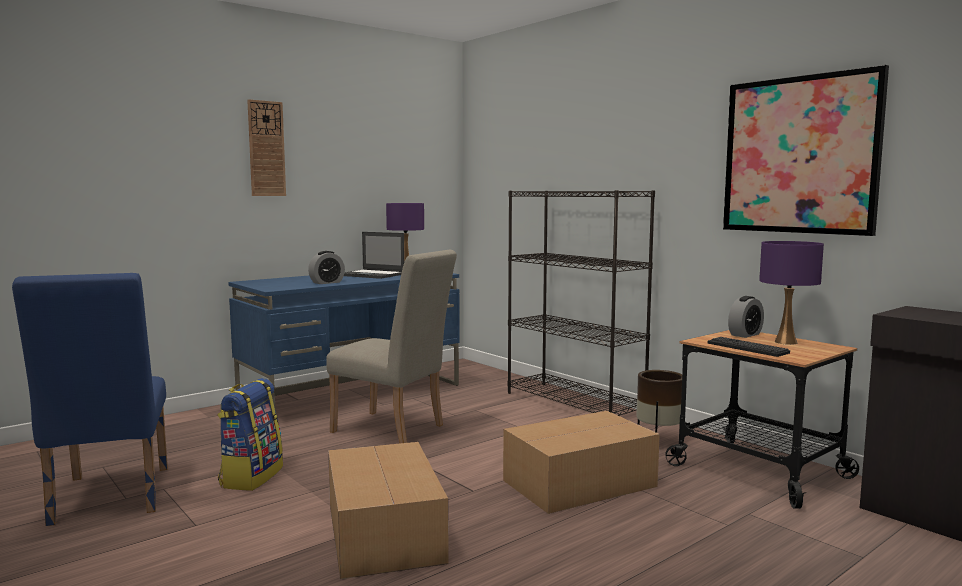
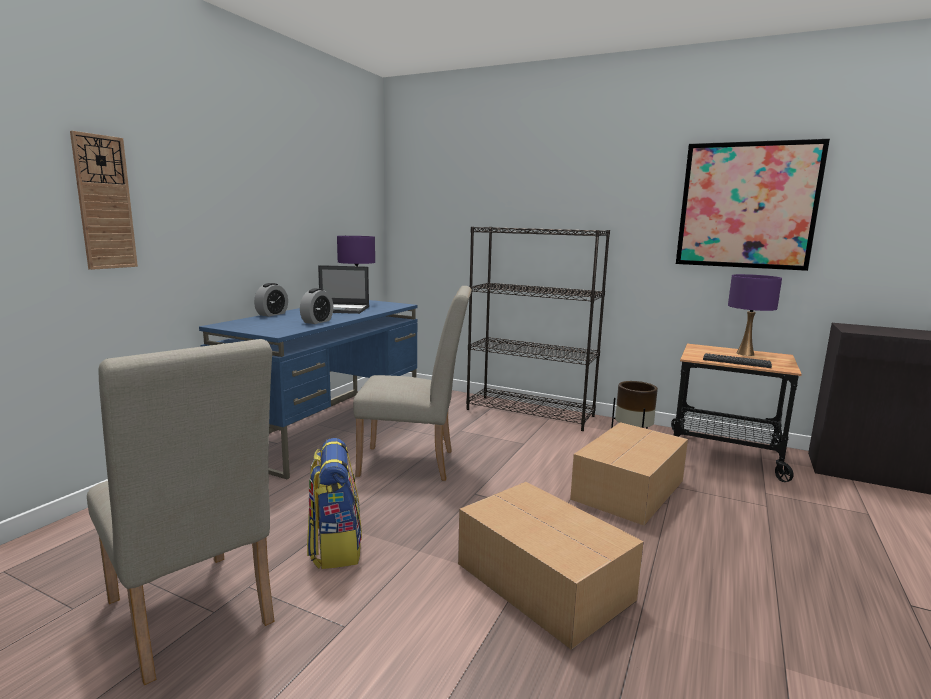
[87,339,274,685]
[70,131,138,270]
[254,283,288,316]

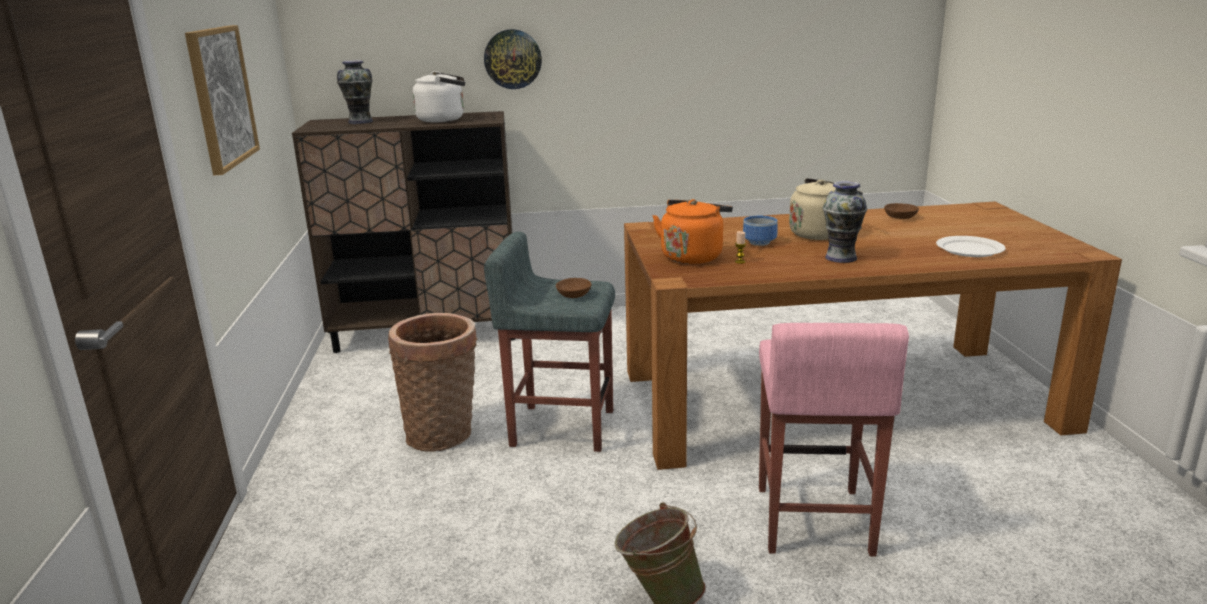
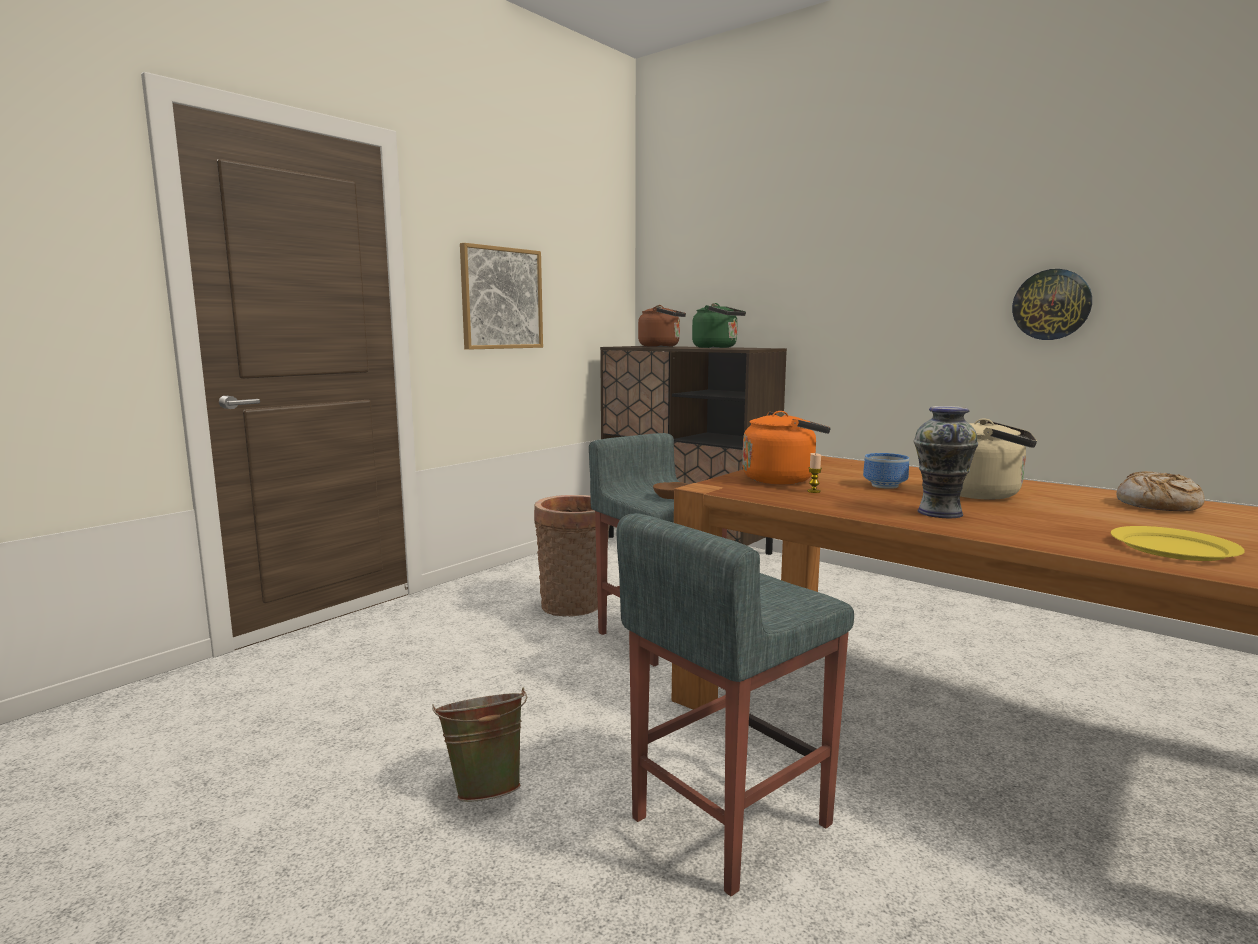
[638,305,686,347]
[692,303,746,348]
[1012,269,1092,340]
[617,513,854,897]
[1117,471,1205,511]
[1110,526,1245,561]

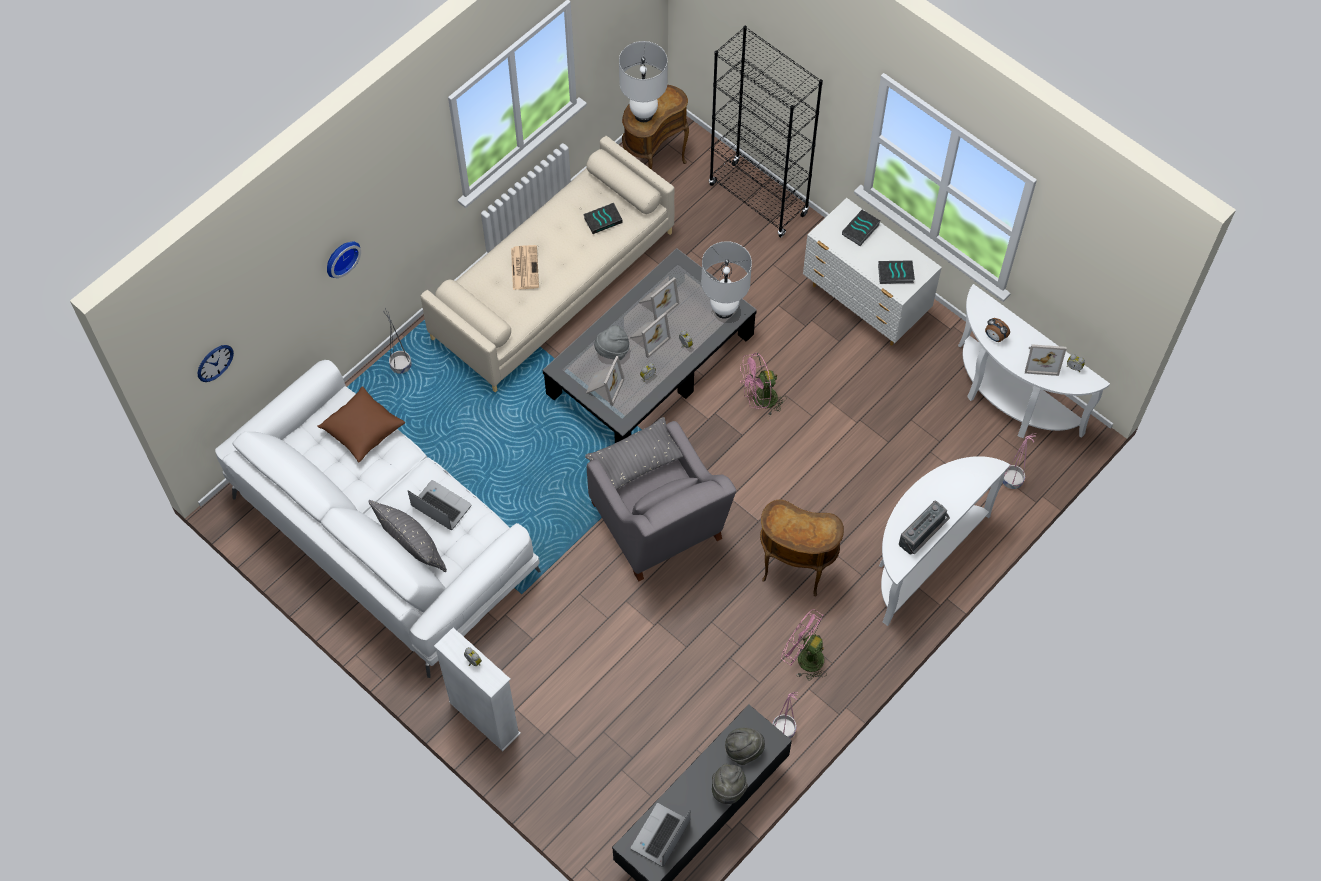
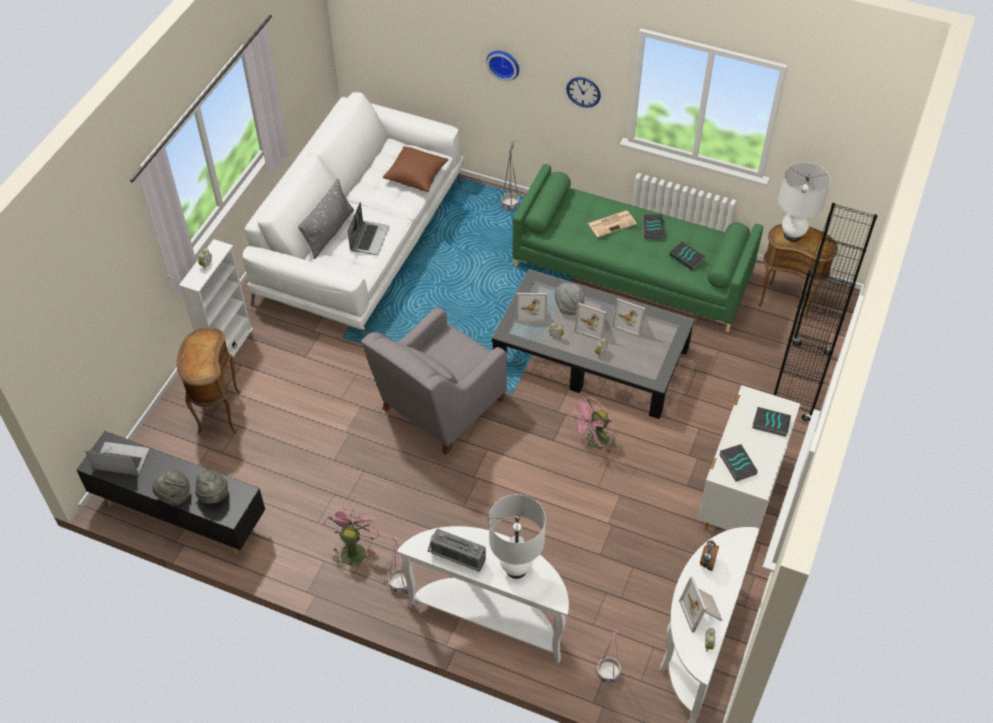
[566,77,601,108]
[512,164,763,332]
[585,417,683,490] (first image)
[489,494,546,579]
[570,396,617,452]
[177,327,241,434]
[388,537,408,593]
[643,214,664,240]

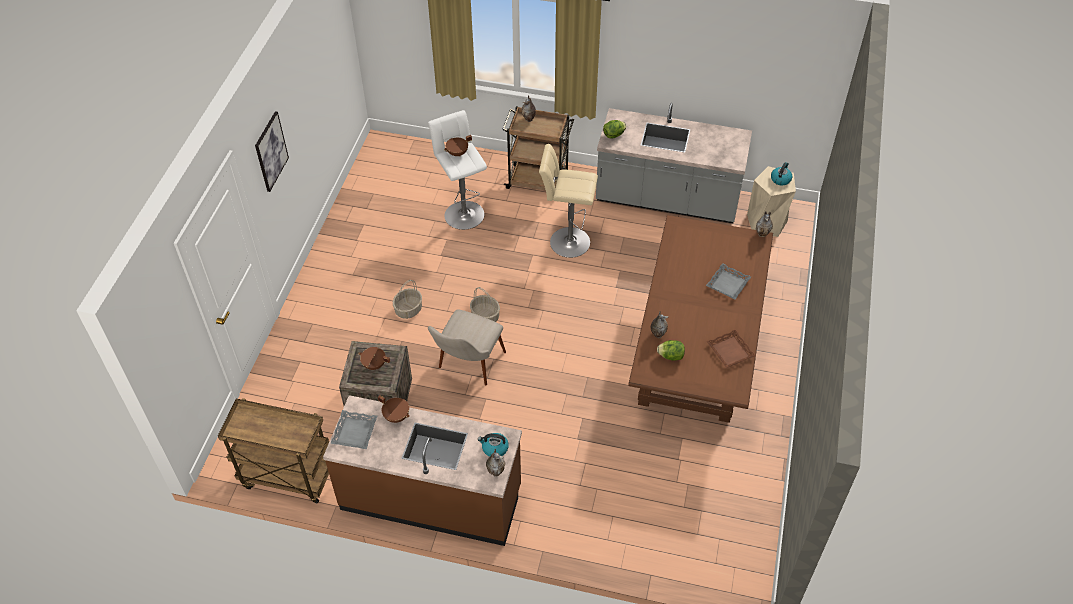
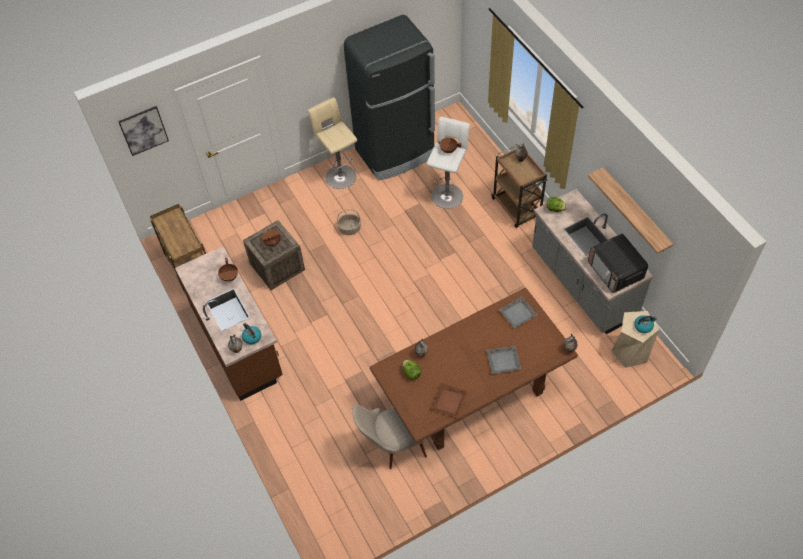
[118,106,169,156]
[498,296,538,329]
[352,404,427,469]
[470,287,500,322] (first image)
[308,97,357,189]
[344,15,435,180]
[588,167,673,254]
[588,234,648,293]

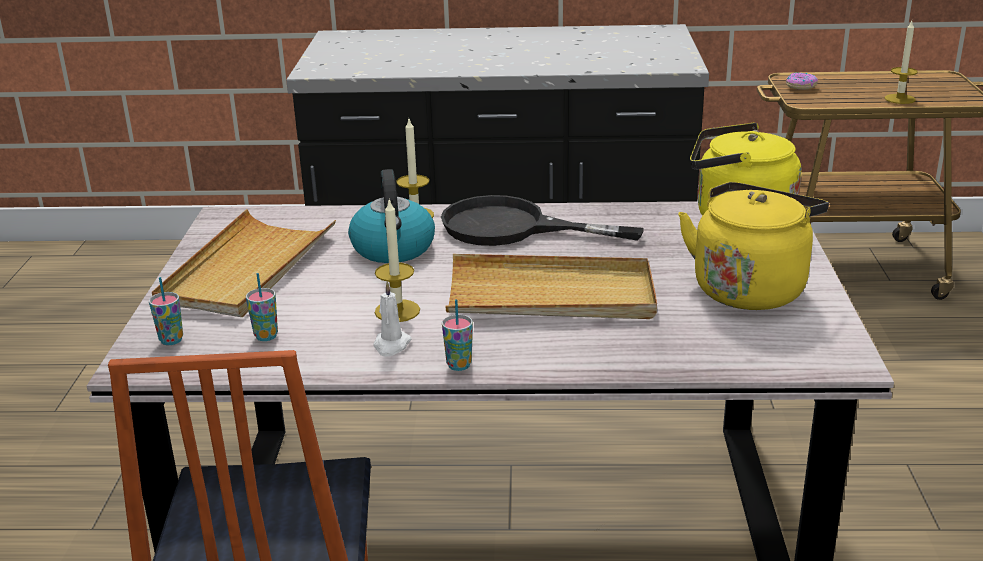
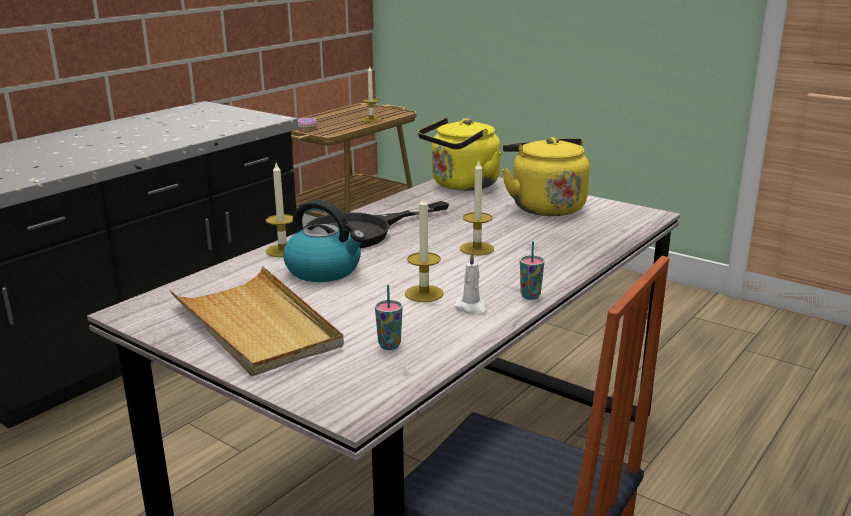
[149,277,183,345] (first image)
[460,161,494,255]

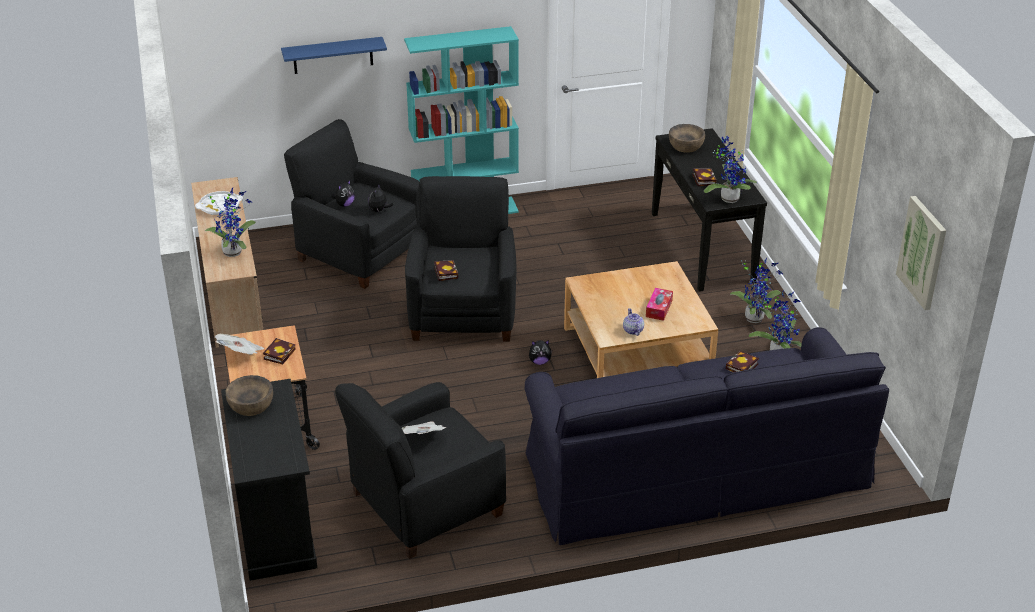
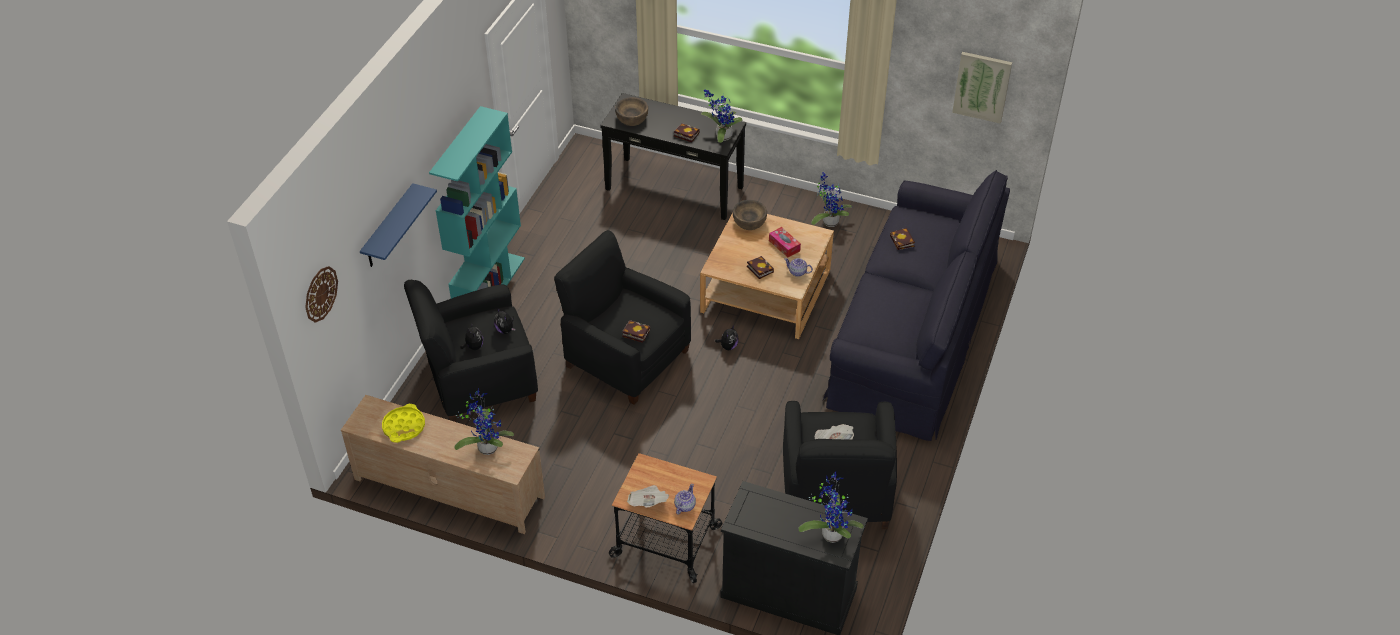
[382,404,425,443]
[733,200,767,230]
[747,256,774,279]
[798,471,864,543]
[305,266,338,323]
[674,484,696,515]

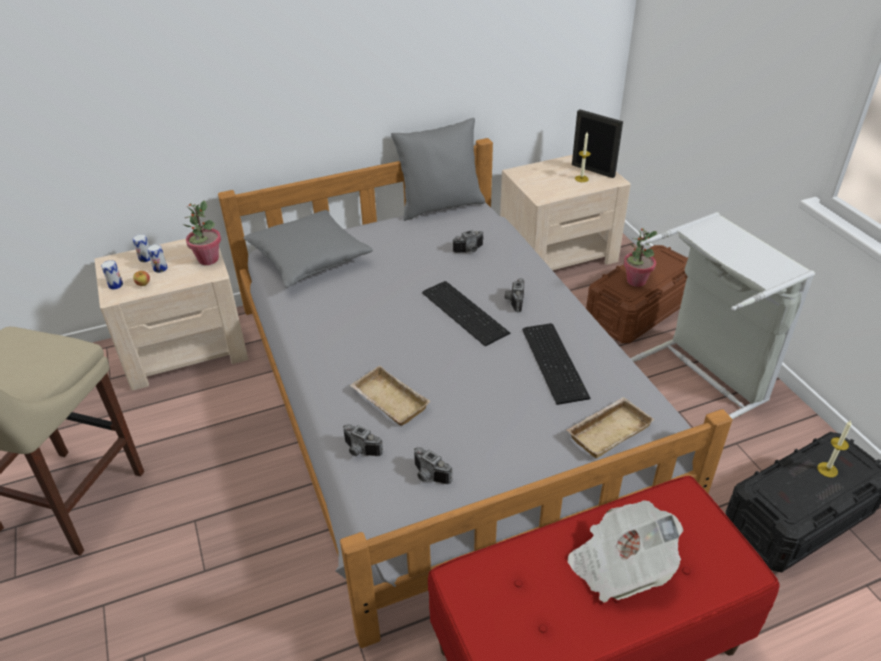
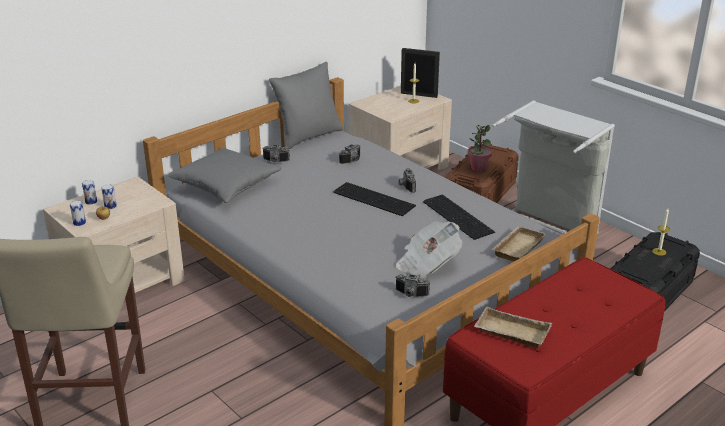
[183,201,221,265] (first image)
[262,145,290,162]
[474,306,552,348]
[396,221,462,278]

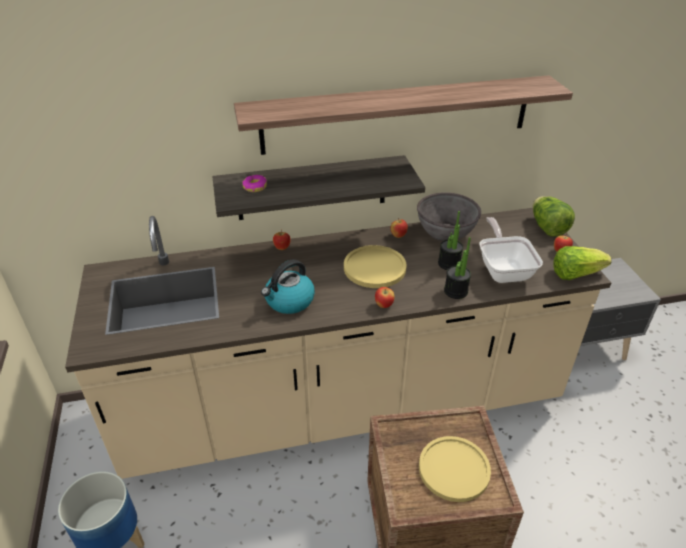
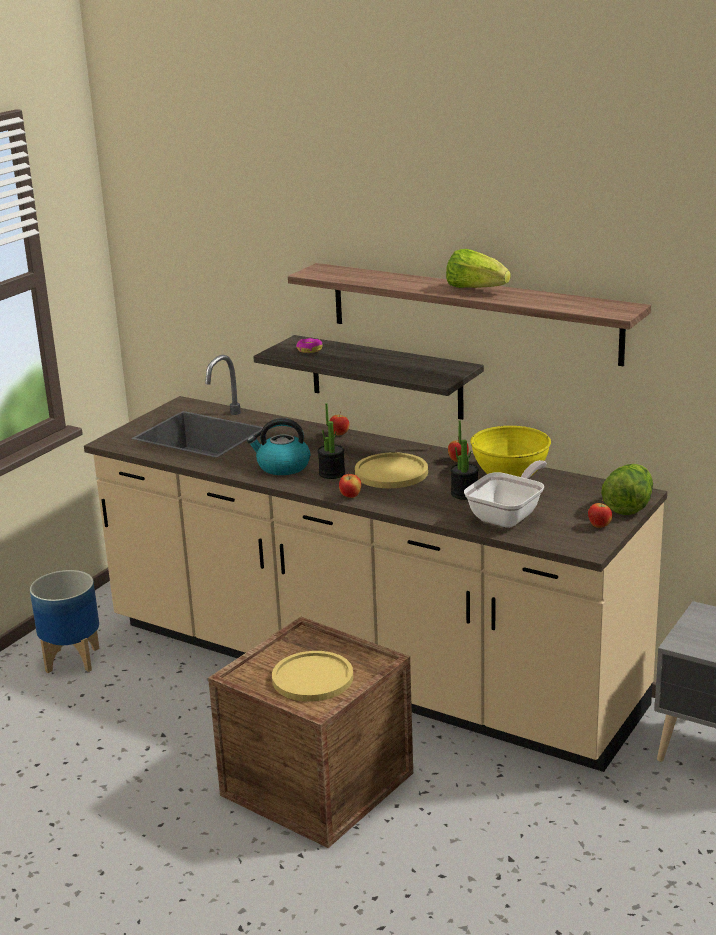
[470,426,551,478]
[318,403,345,479]
[446,249,511,288]

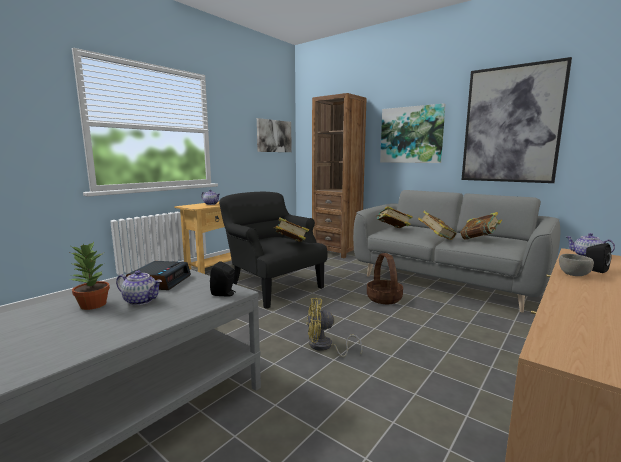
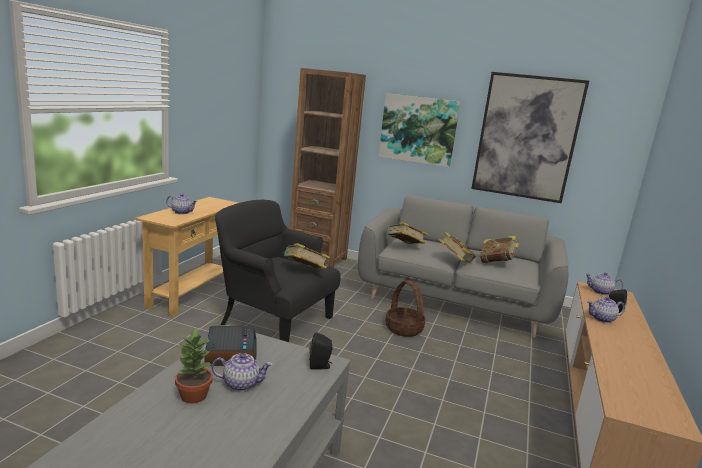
[257,118,292,152] (first image)
[307,298,363,357] (first image)
[587,297,625,323]

